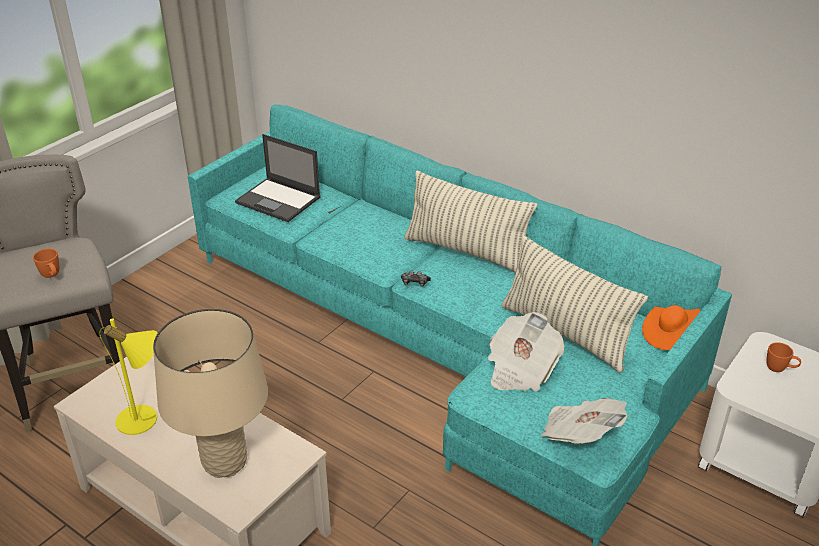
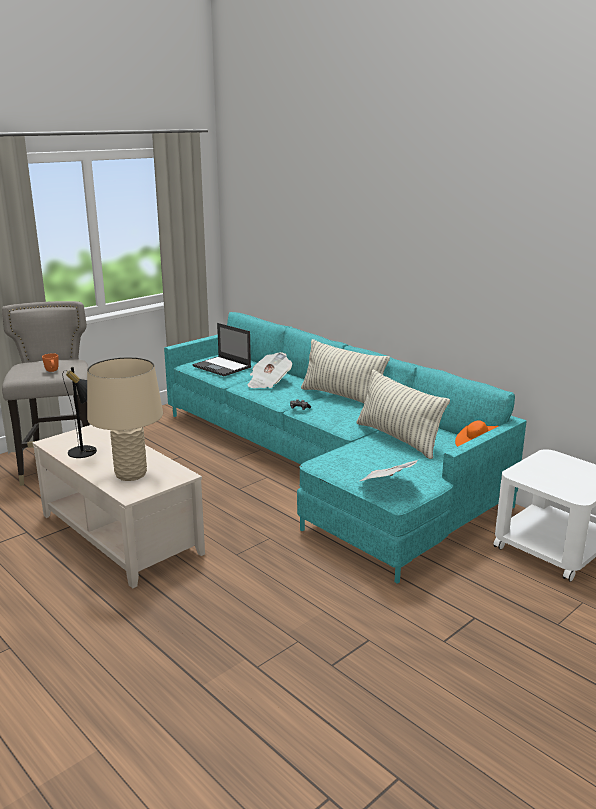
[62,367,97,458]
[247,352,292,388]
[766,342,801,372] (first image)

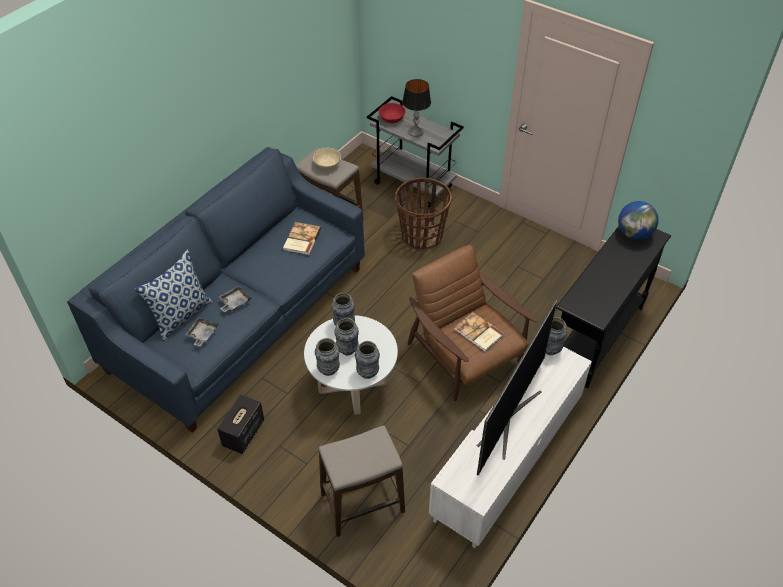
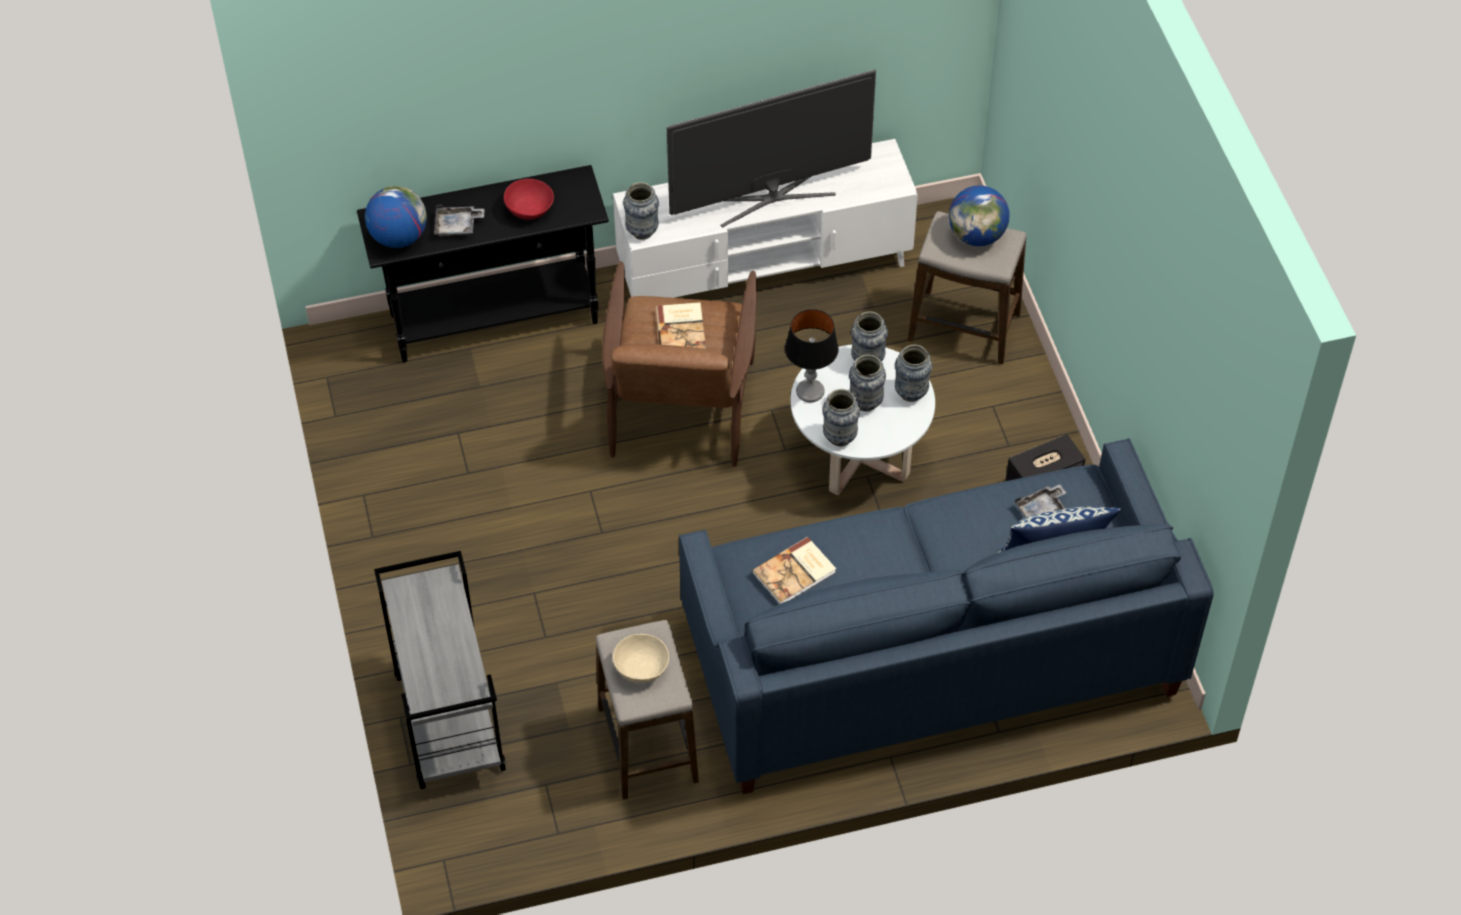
[434,205,485,236]
[504,179,554,220]
[395,178,452,250] (first image)
[785,309,839,402]
[949,185,1010,246]

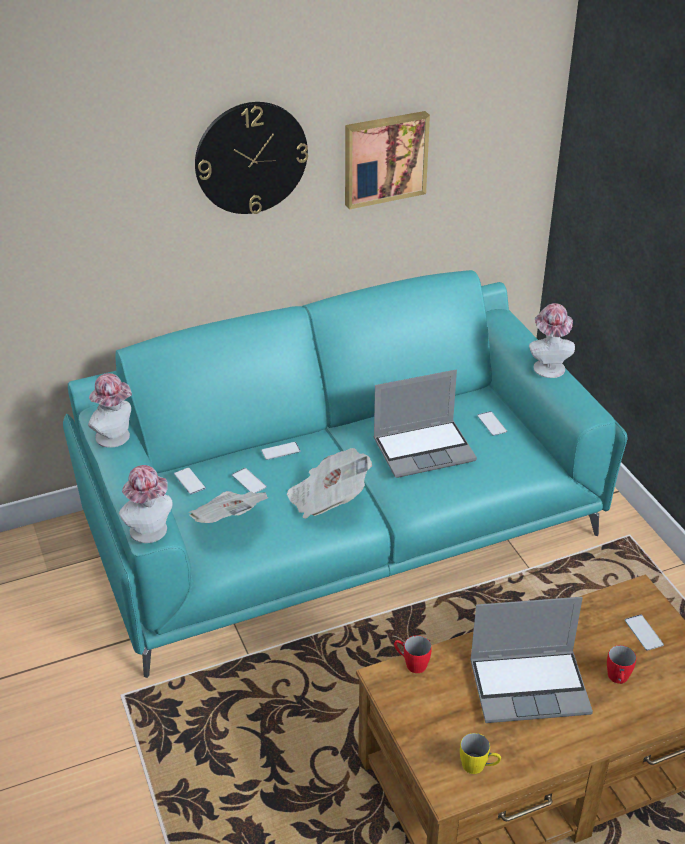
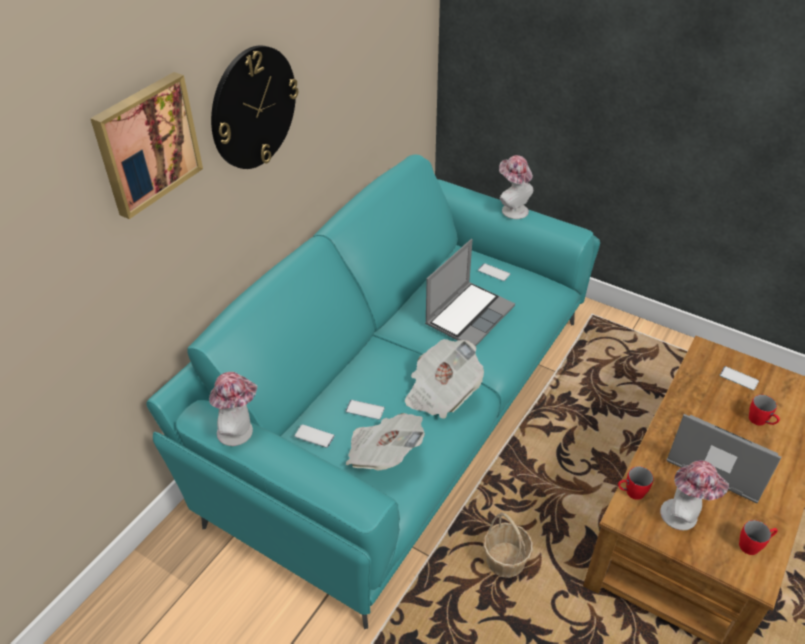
[660,460,729,530]
[261,442,301,460] (first image)
[90,72,203,219]
[739,520,778,555]
[667,414,782,503]
[483,512,533,578]

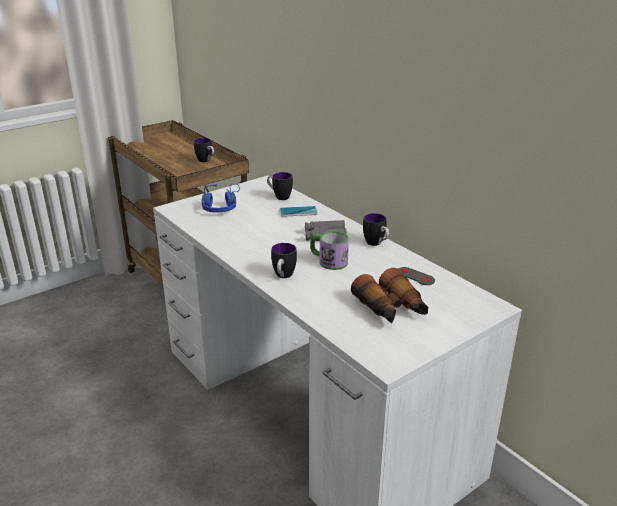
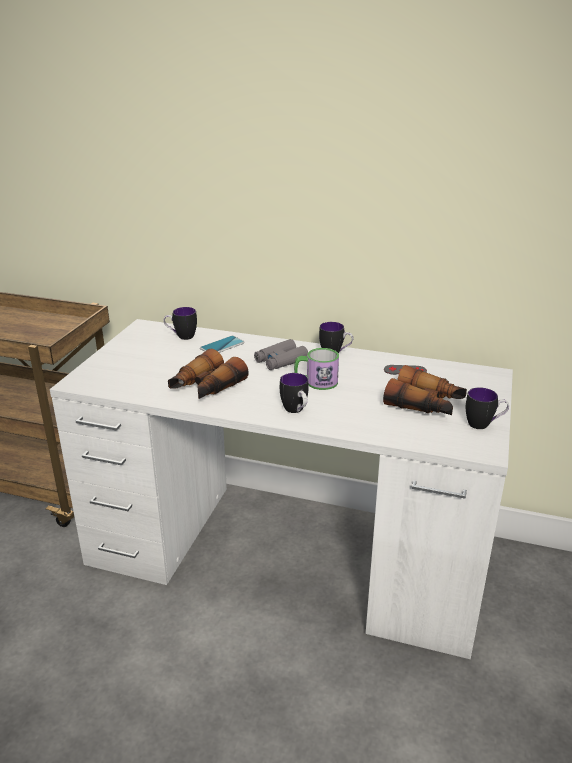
[466,387,509,429]
[202,184,240,213] (first image)
[168,349,249,399]

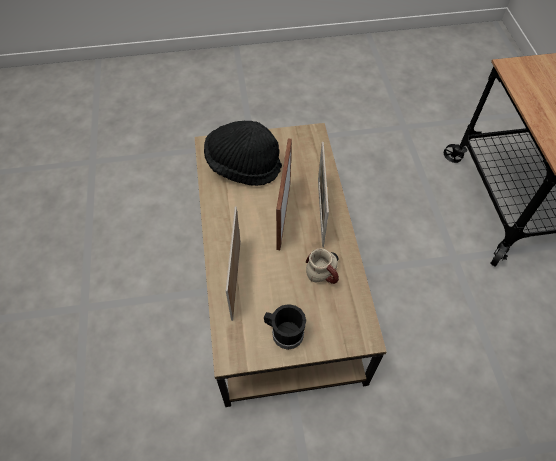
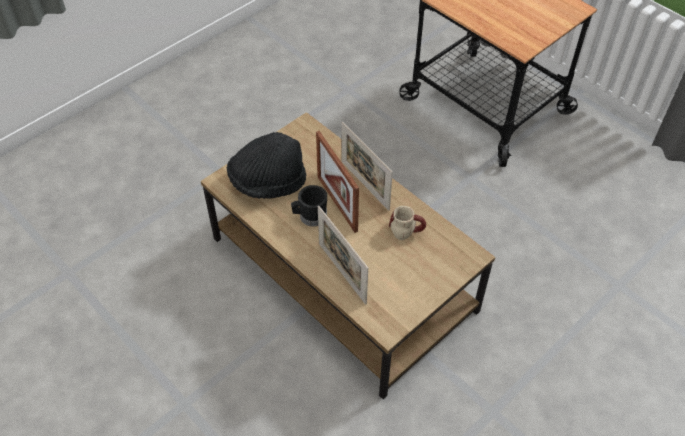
[291,185,327,226]

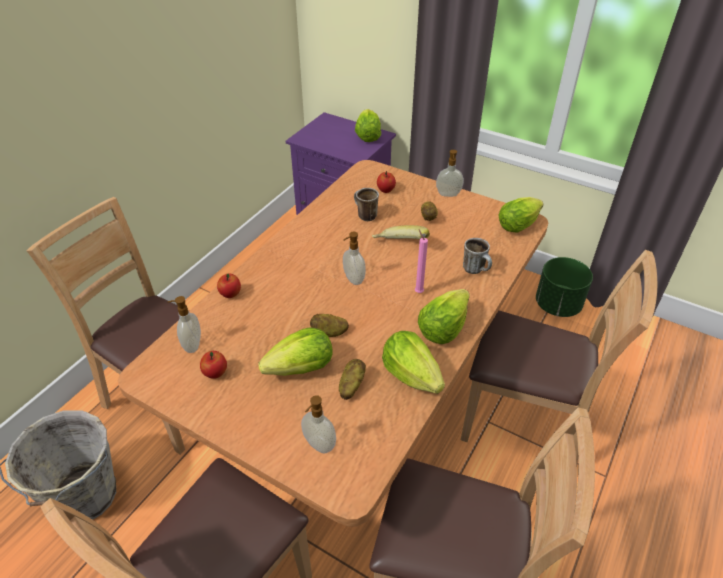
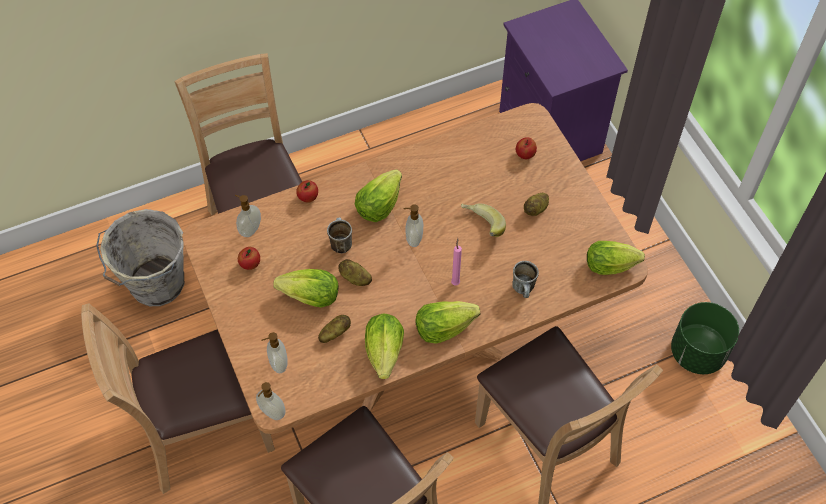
[327,217,352,254]
[355,169,402,222]
[256,382,285,420]

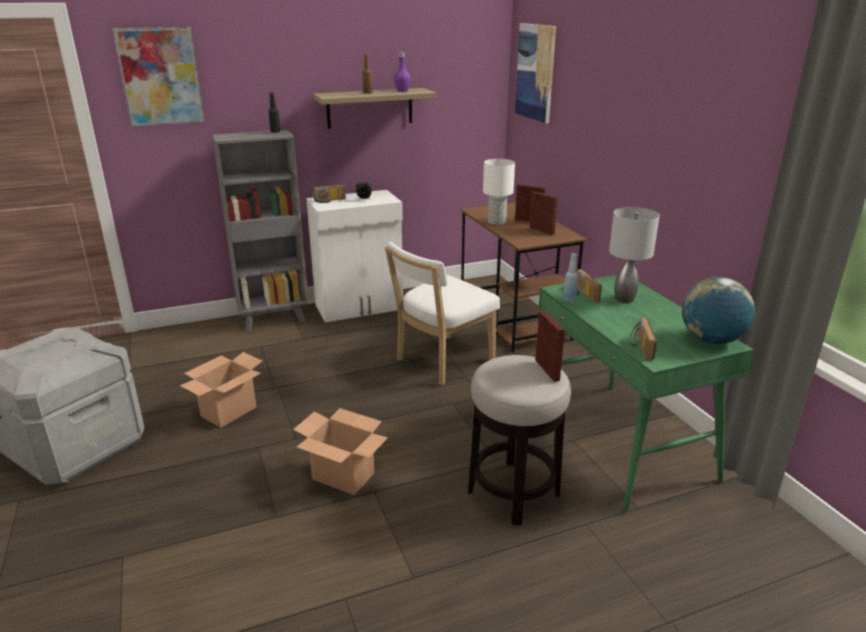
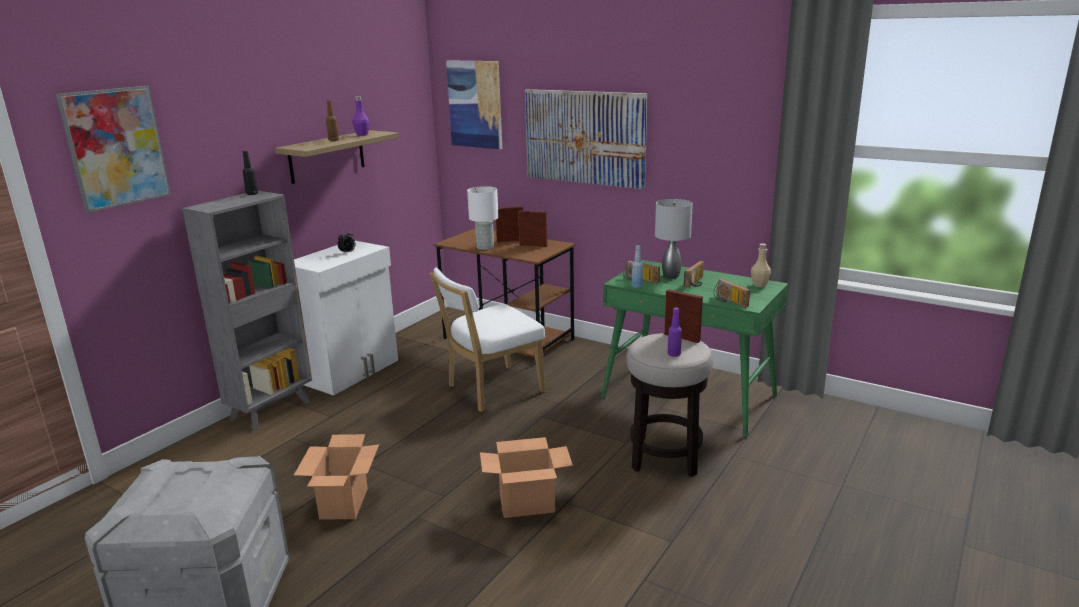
[684,261,704,287]
[430,267,545,412]
[751,243,771,287]
[525,89,647,189]
[668,308,682,357]

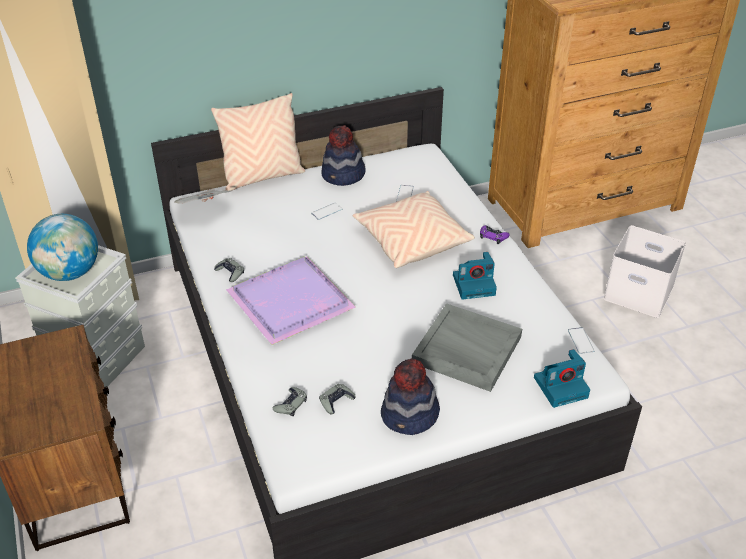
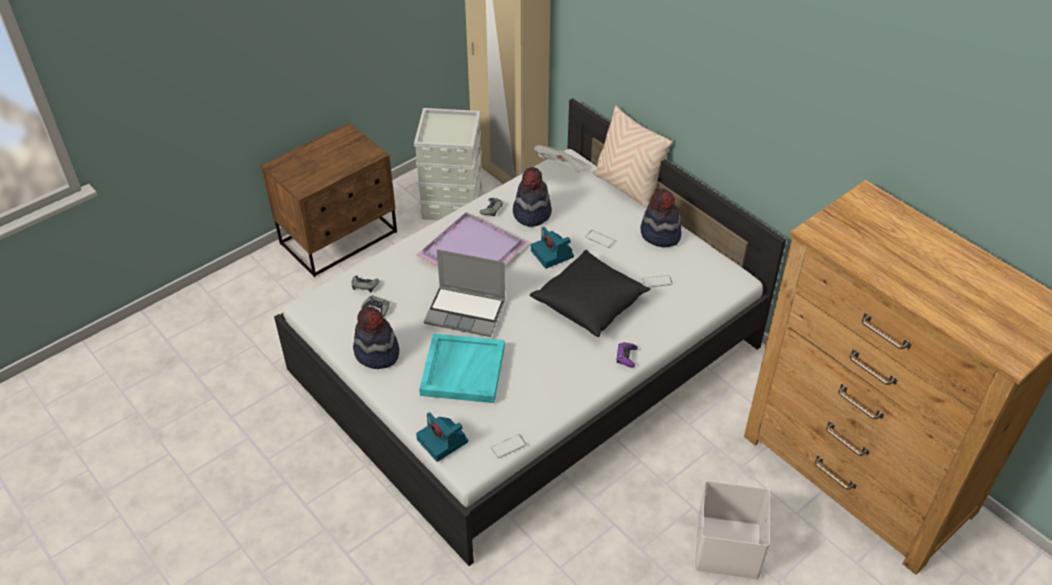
[27,214,98,281] (first image)
[530,250,651,337]
[419,333,505,403]
[531,227,574,269]
[424,249,506,337]
[513,167,552,227]

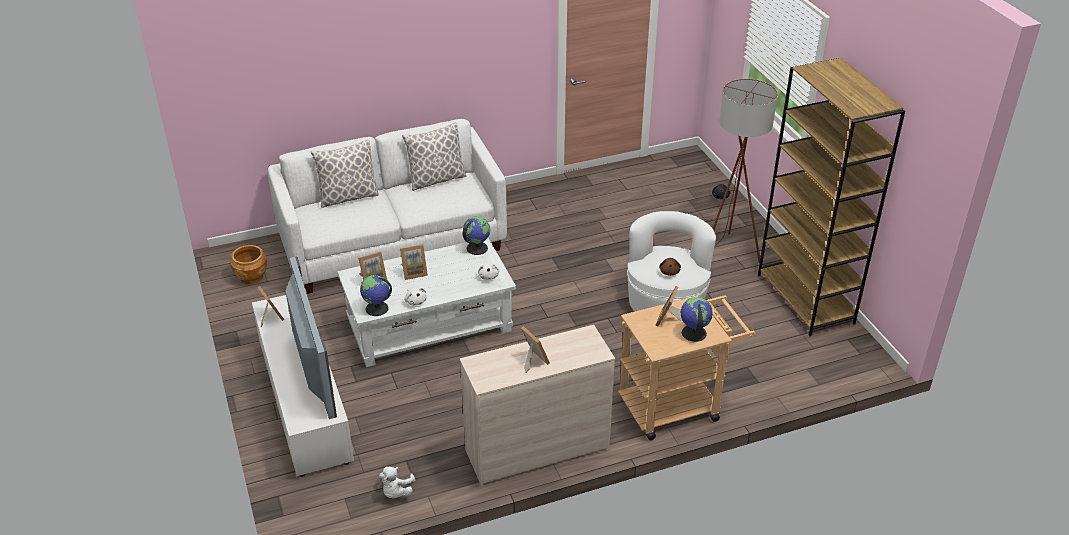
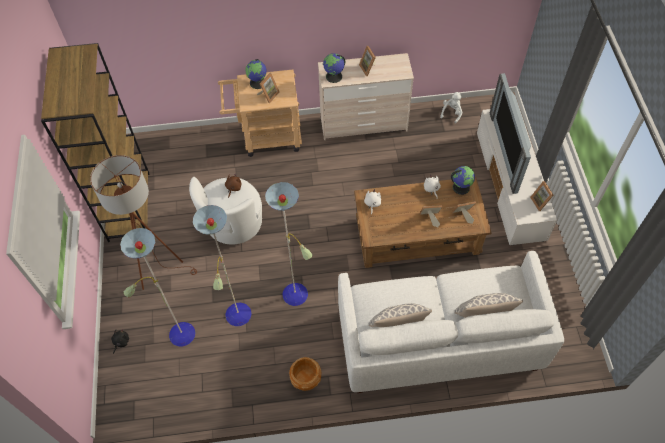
[289,357,321,391]
[354,177,492,268]
[323,53,346,83]
[120,182,313,347]

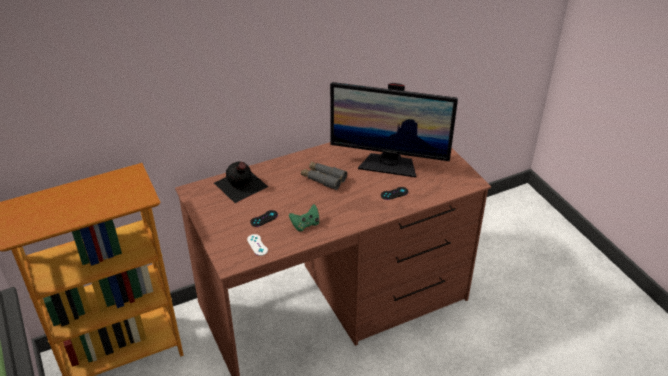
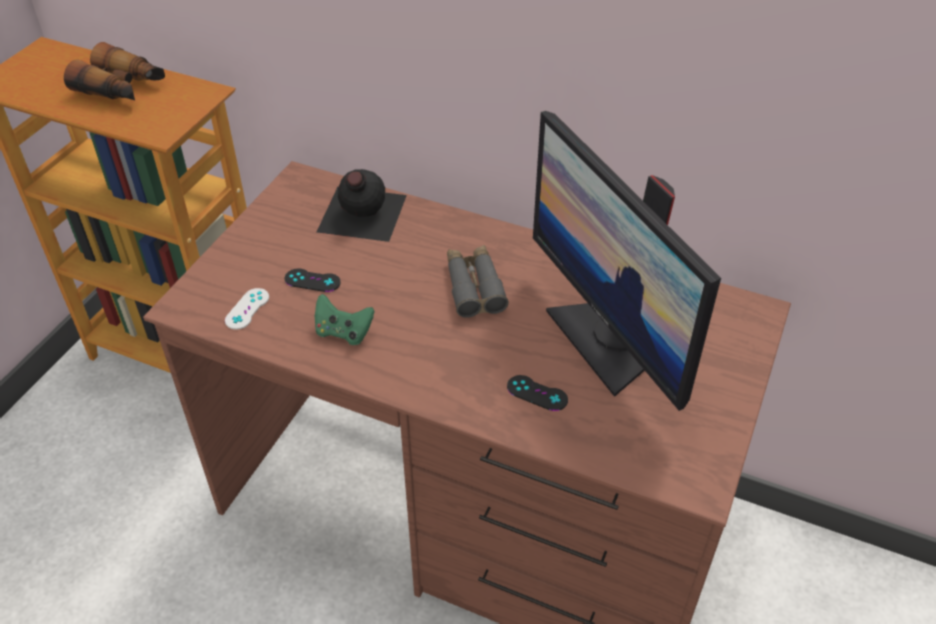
[64,42,165,100]

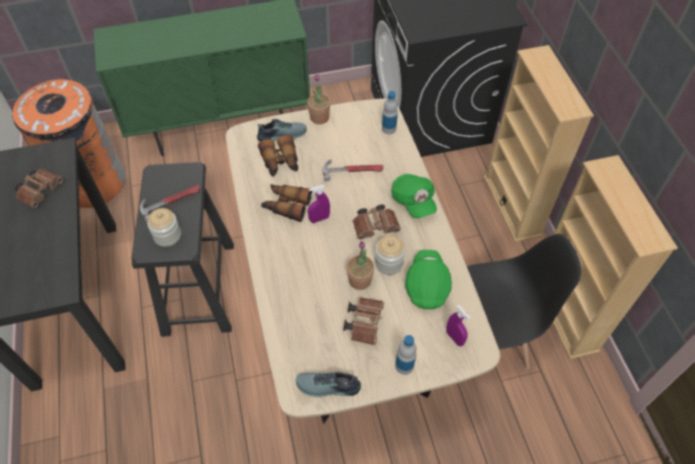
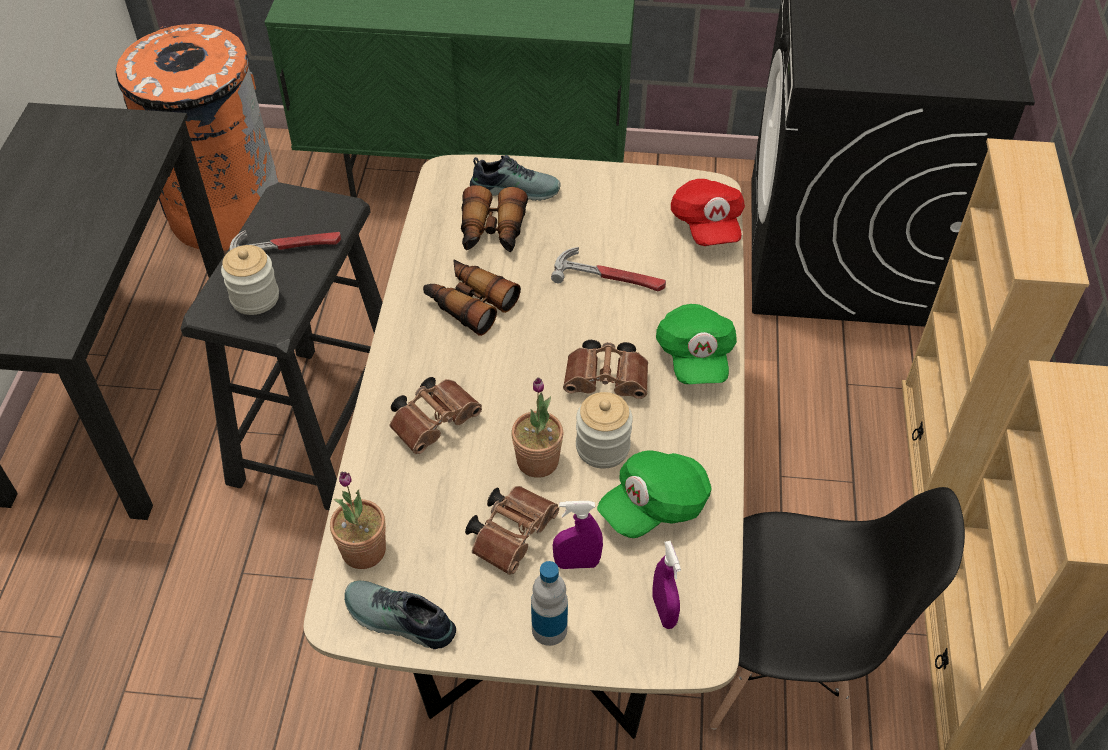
[390,377,482,454]
[330,471,386,569]
[553,501,603,569]
[671,179,745,246]
[597,450,712,538]

